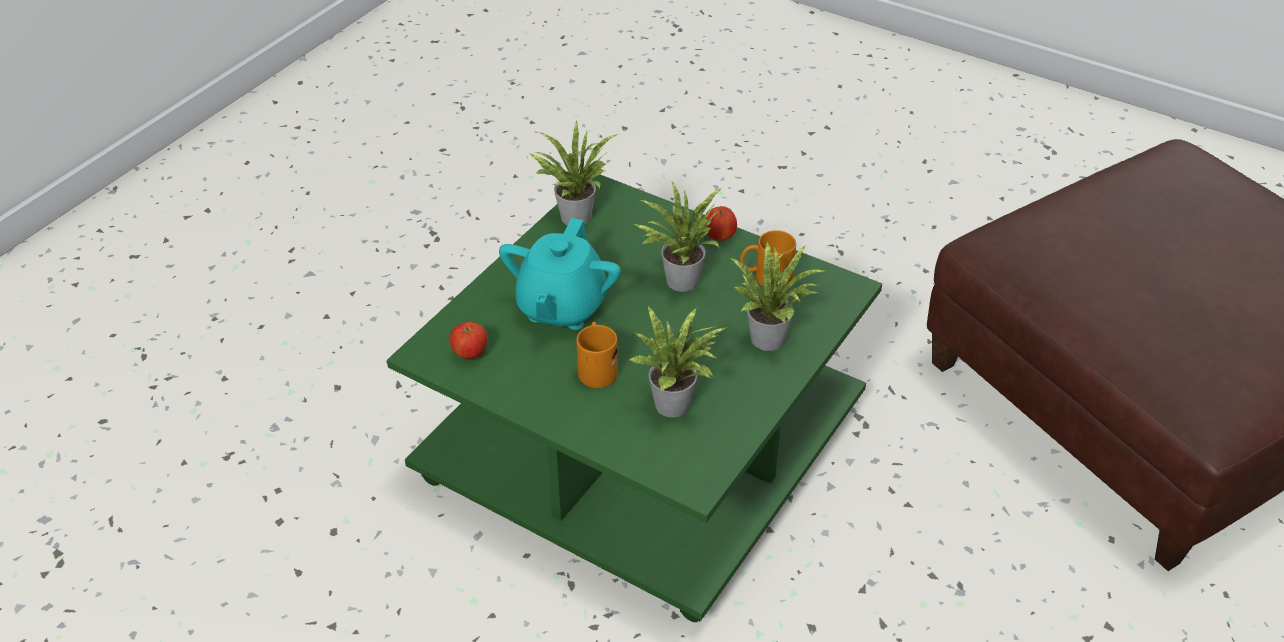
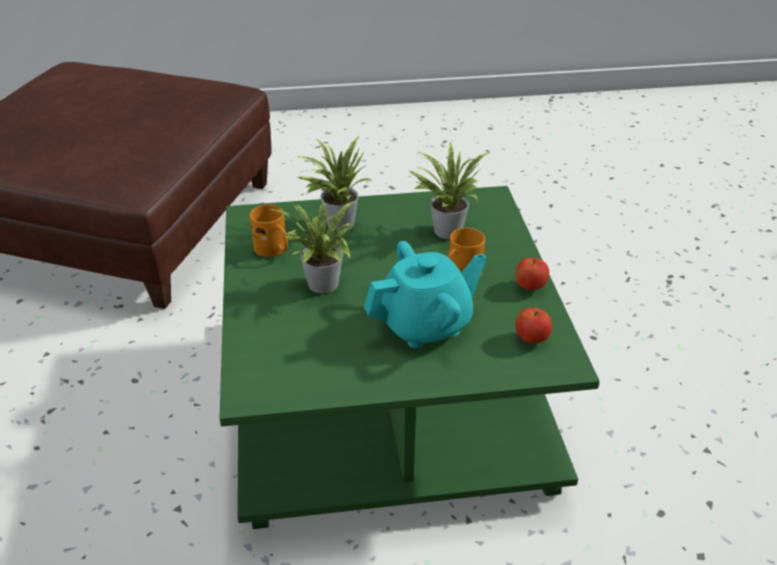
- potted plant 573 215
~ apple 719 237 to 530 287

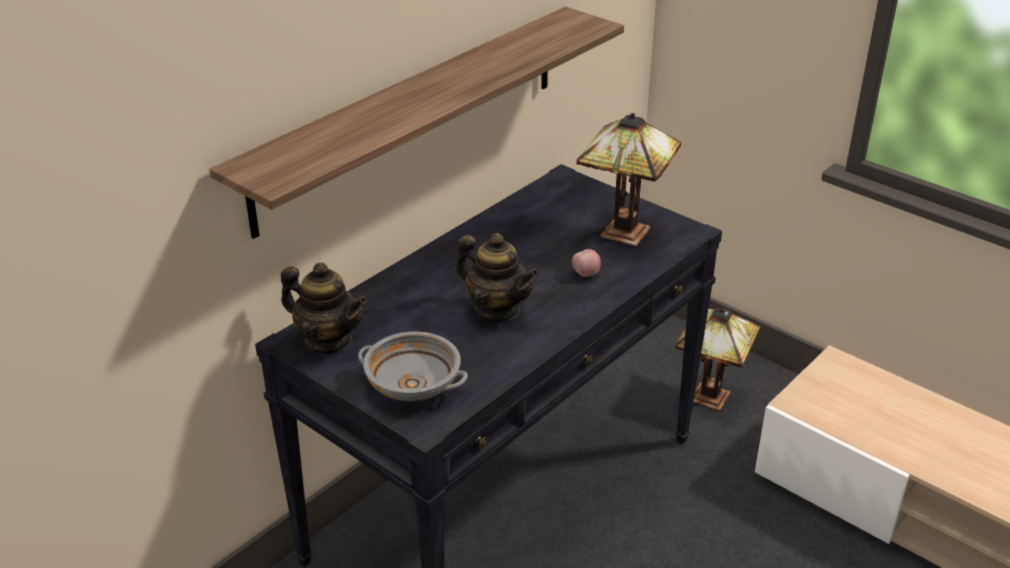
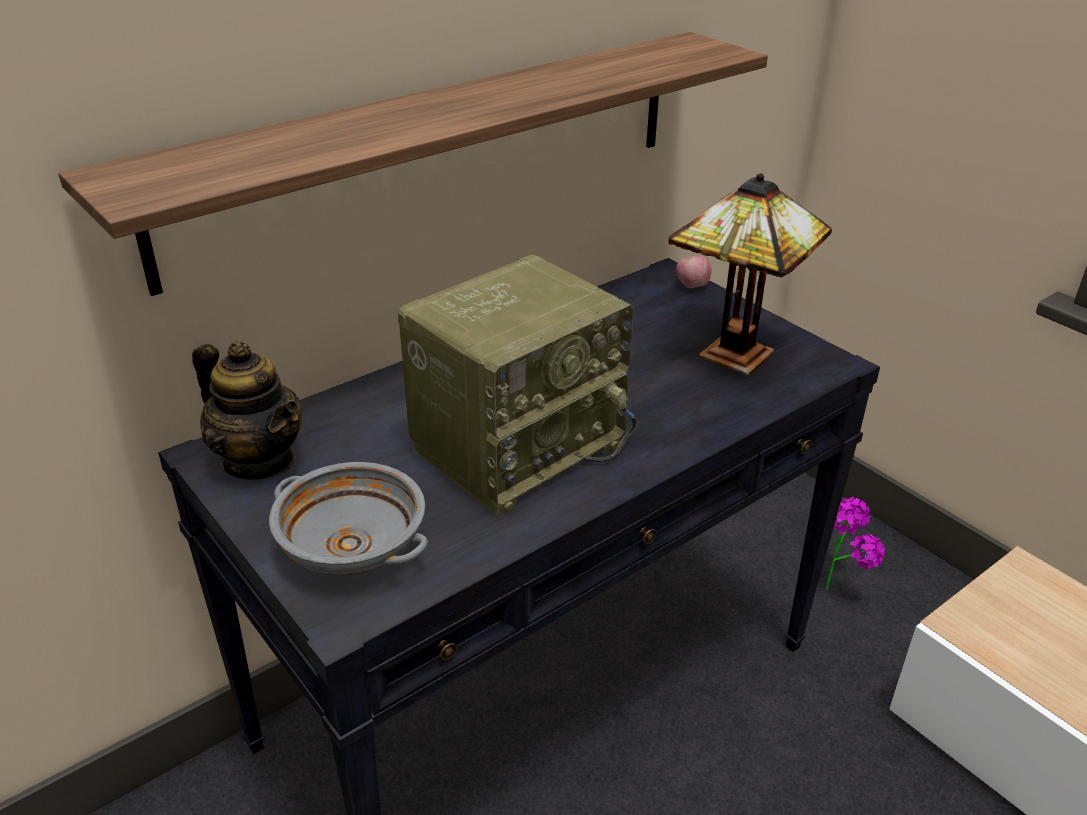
~ teapot 496 310 to radio 518 444
~ apple 585 274 to 691 286
~ table lamp 709 394 to potted plant 839 586

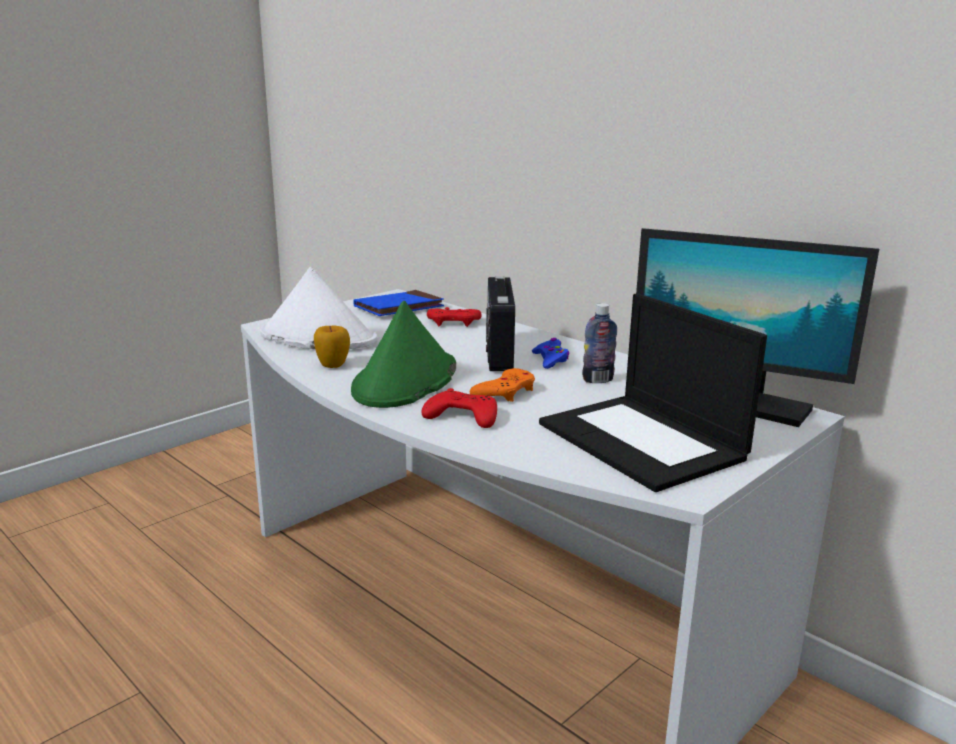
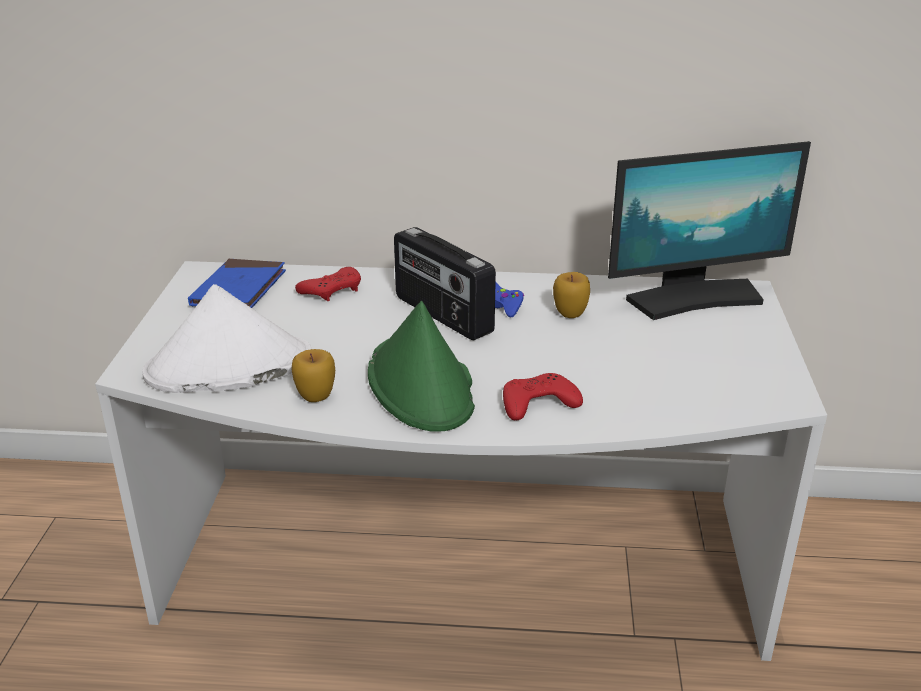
- laptop 643 441
~ bottle 597 380 to apple 570 313
- orange game controller 505 392

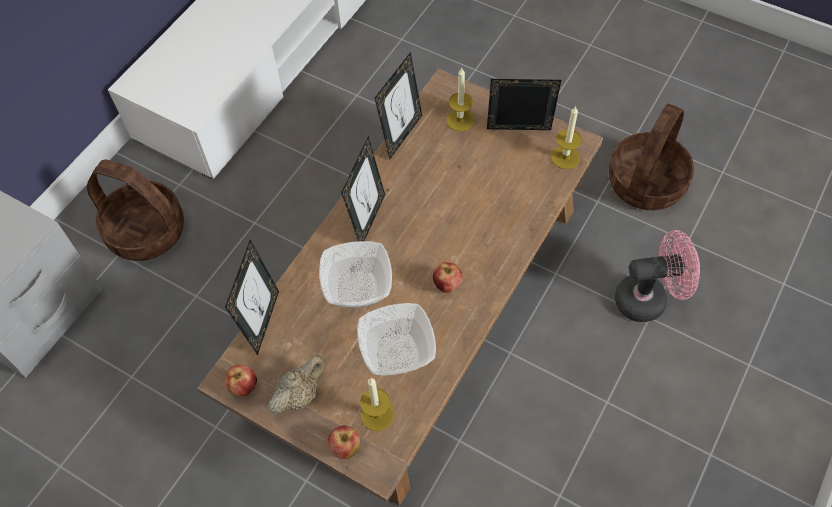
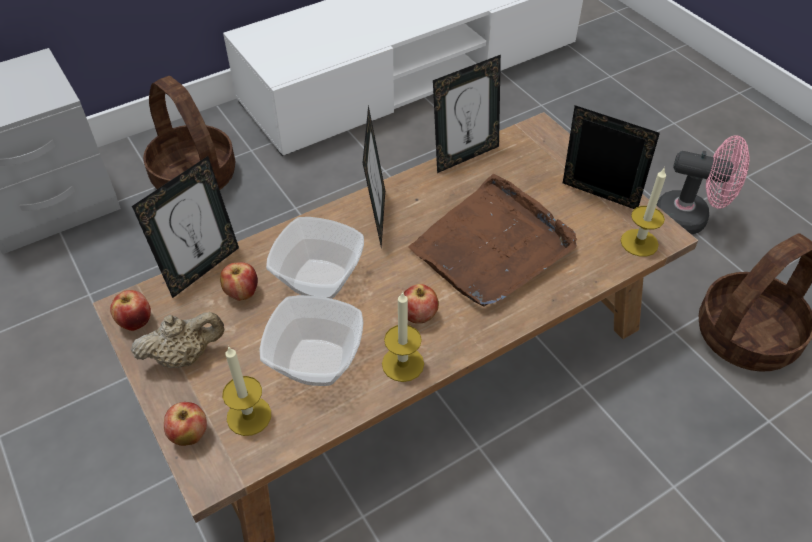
~ candle 460 120 to 403 364
~ picture frame 367 219 = 376 218 45 degrees counterclockwise
~ pink fan 648 299 to 690 219
+ brown tray 492 246
+ apple 242 293

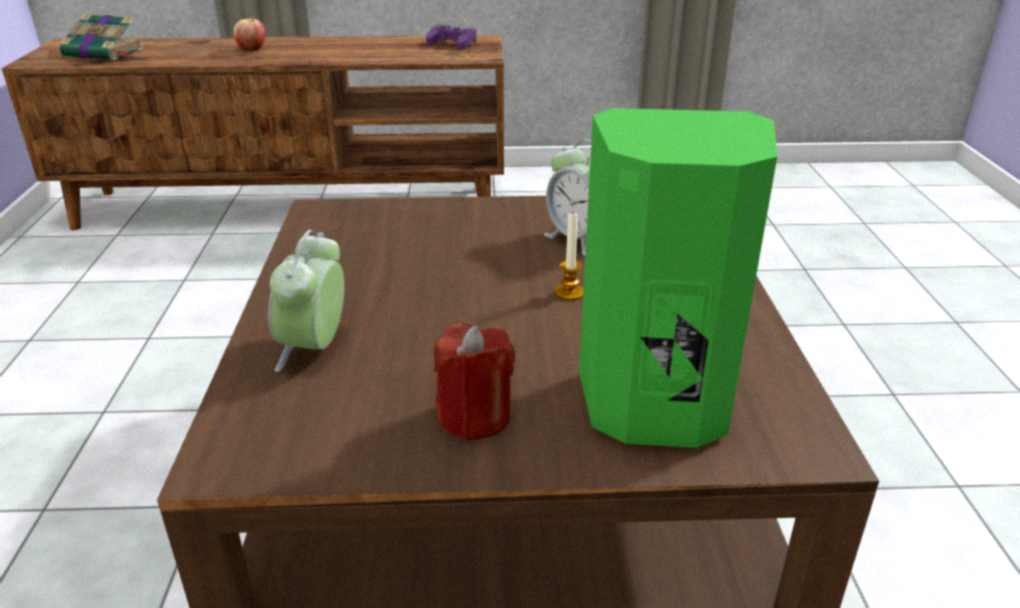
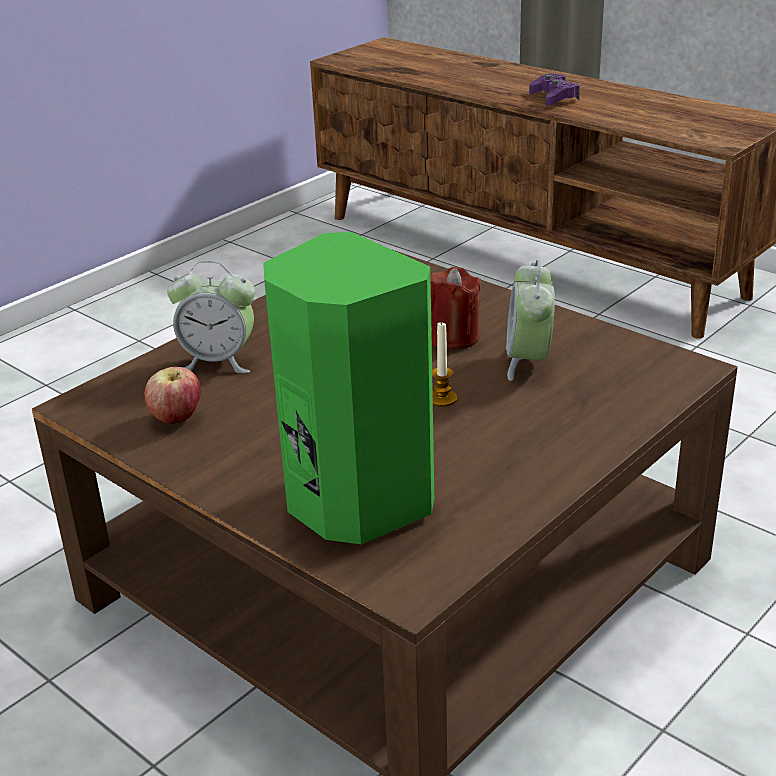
- book 105 53
~ apple 252 50 to 176 418
~ purple game controller 452 44 to 554 97
~ alarm clock 314 348 = 219 361 135 degrees counterclockwise
~ red candle 474 417 to 453 337

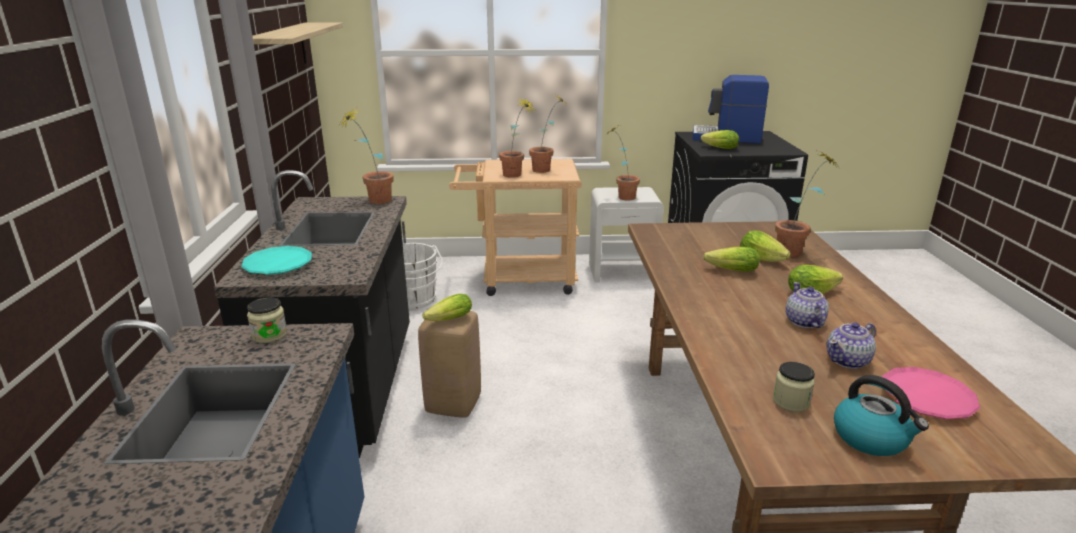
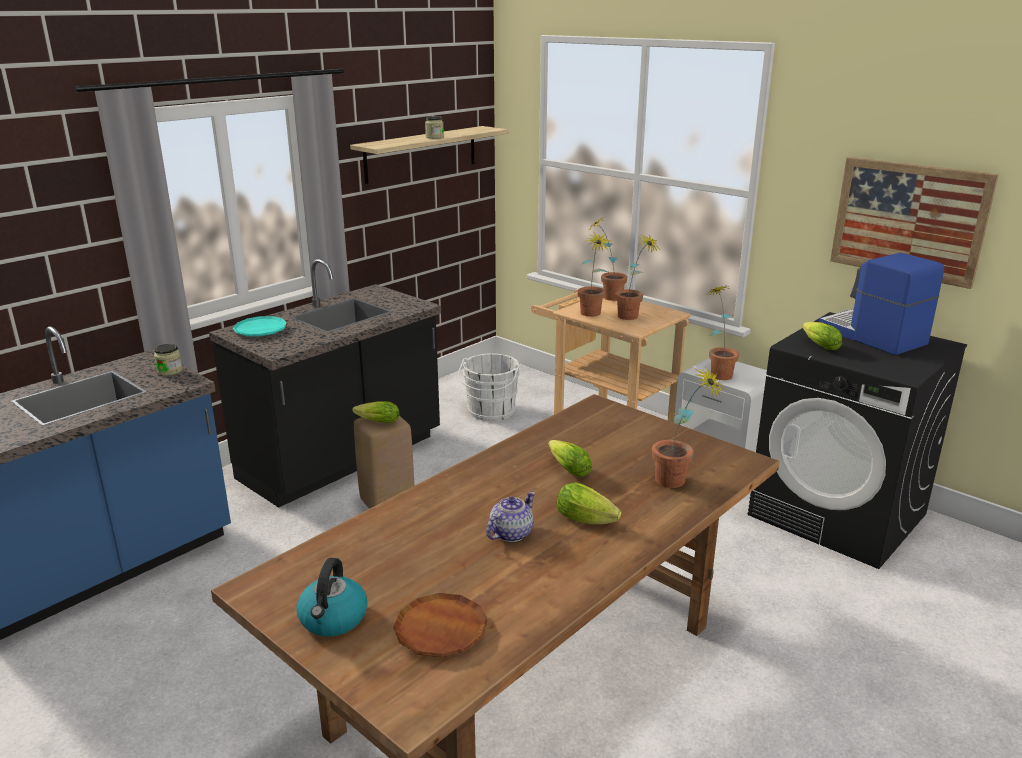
~ potted plant 373 201 to 606 297
- lettuce 763 260
- teapot 848 361
~ jar 791 401 to 434 137
~ pink plate 927 398 to brown plate 440 630
+ picture 908 220

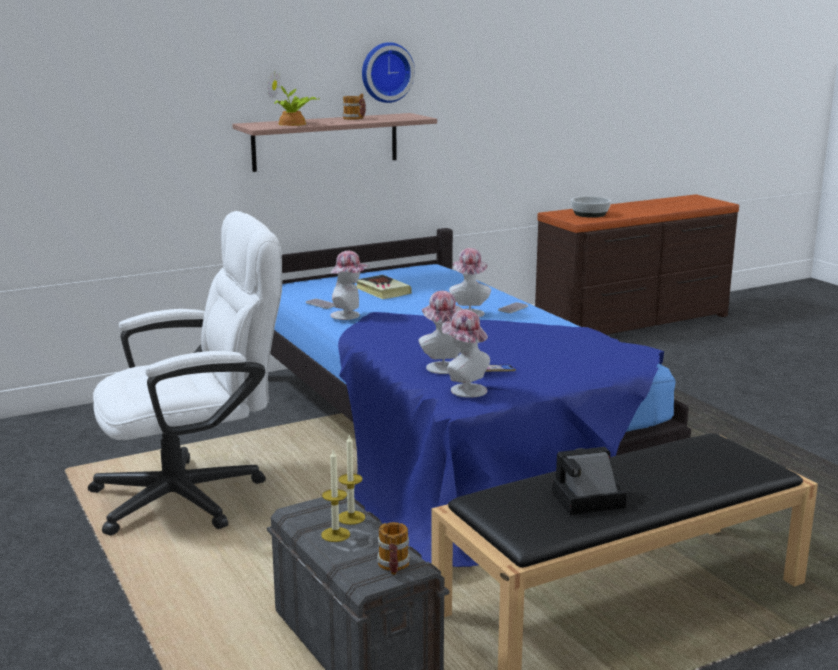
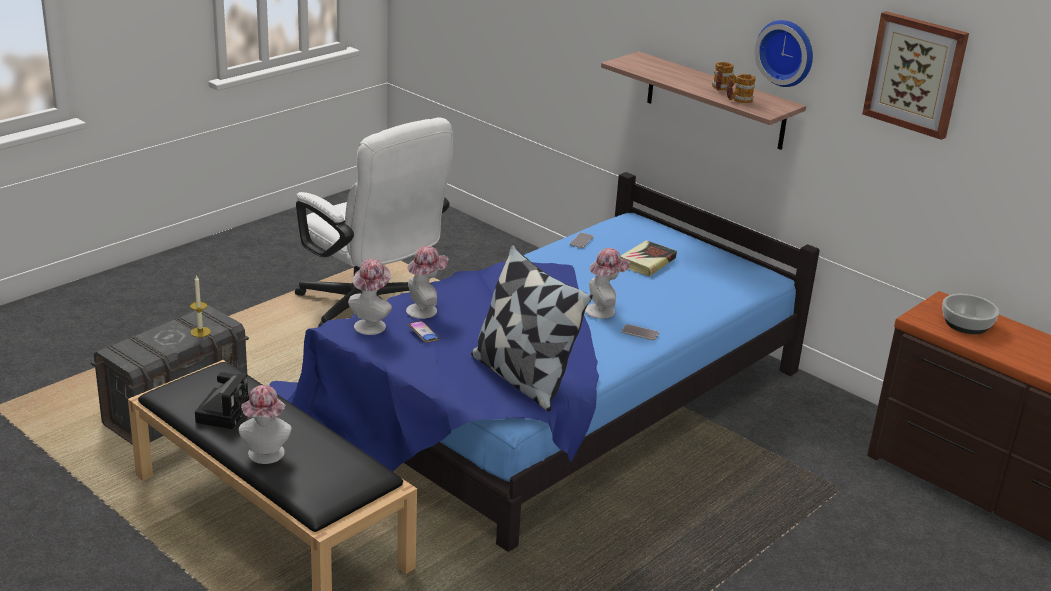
- potted plant 293 124
~ hat 349 315 to 266 456
~ photo camera 585 501 = 224 411 45 degrees clockwise
- candle 335 534
~ mug 393 567 to 738 100
+ picture 915 74
+ pillow 522 378

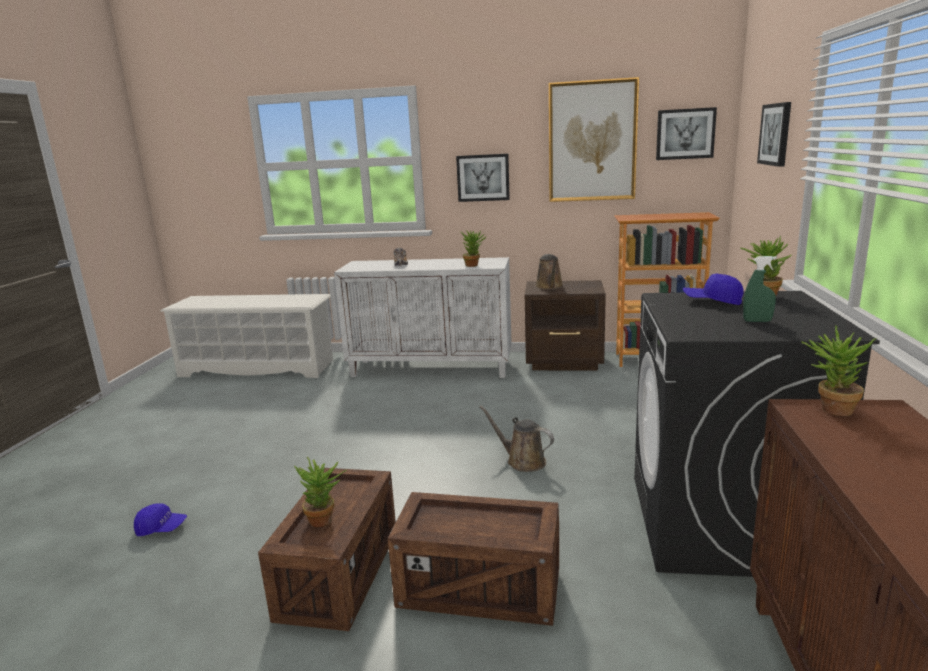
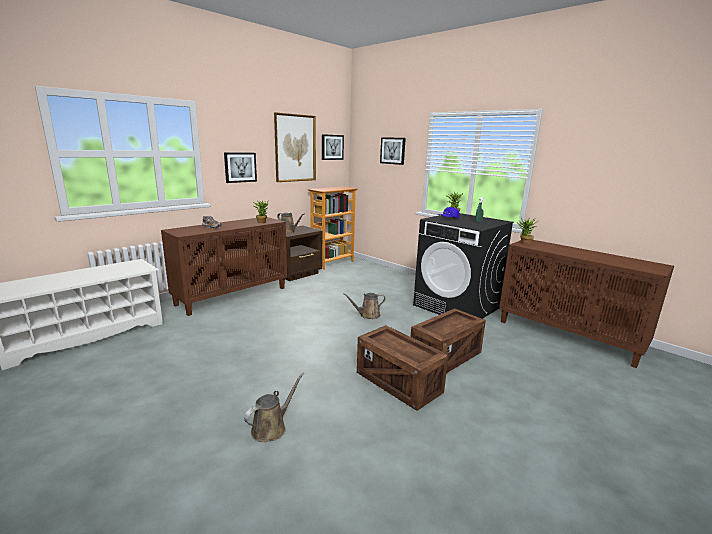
~ white cabinet 432 368 to brown cabinet 233 296
- potted plant 325 520
~ blue cap 162 528 to brown watering can 271 428

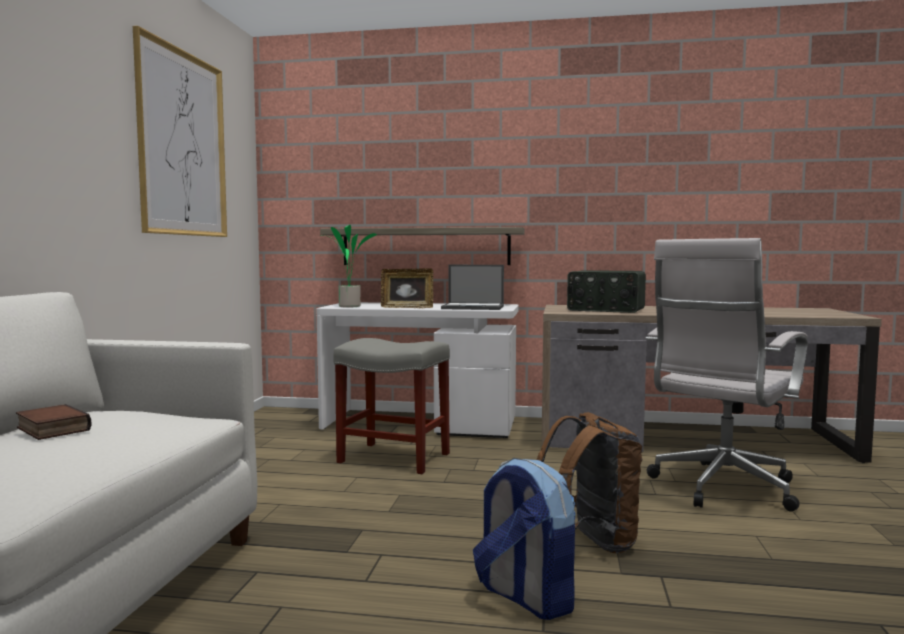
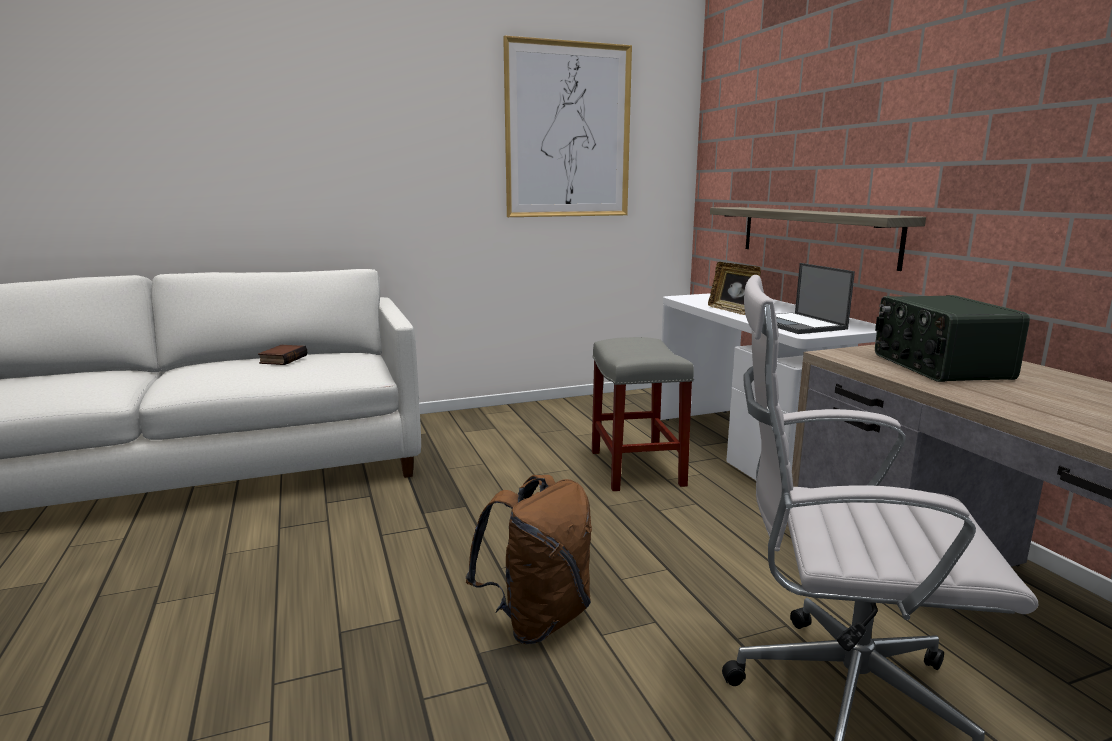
- potted plant 348 306
- backpack 524 597

